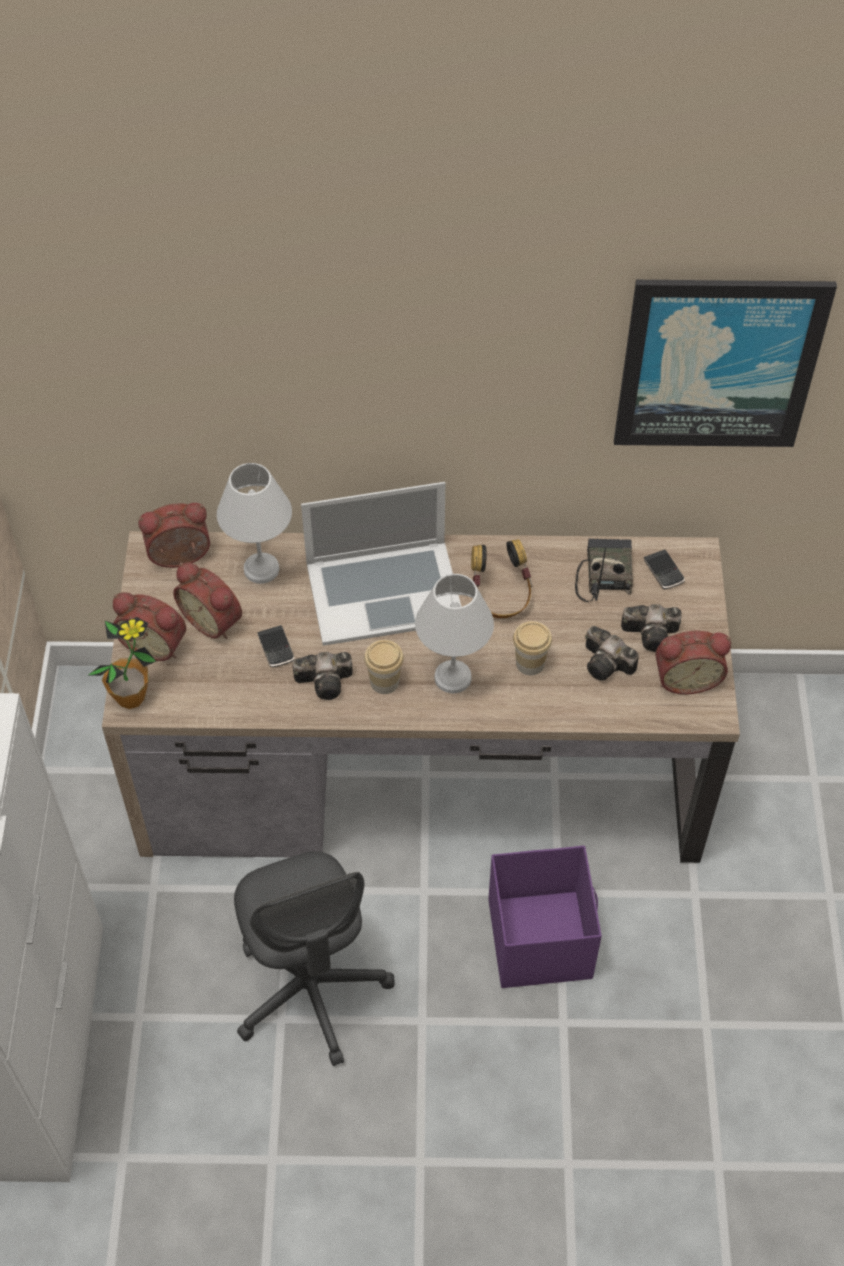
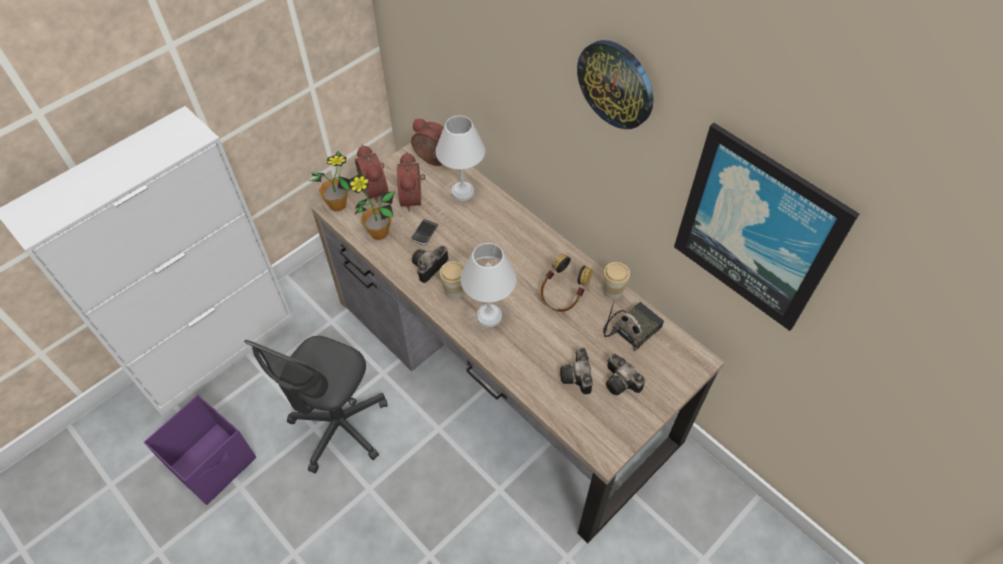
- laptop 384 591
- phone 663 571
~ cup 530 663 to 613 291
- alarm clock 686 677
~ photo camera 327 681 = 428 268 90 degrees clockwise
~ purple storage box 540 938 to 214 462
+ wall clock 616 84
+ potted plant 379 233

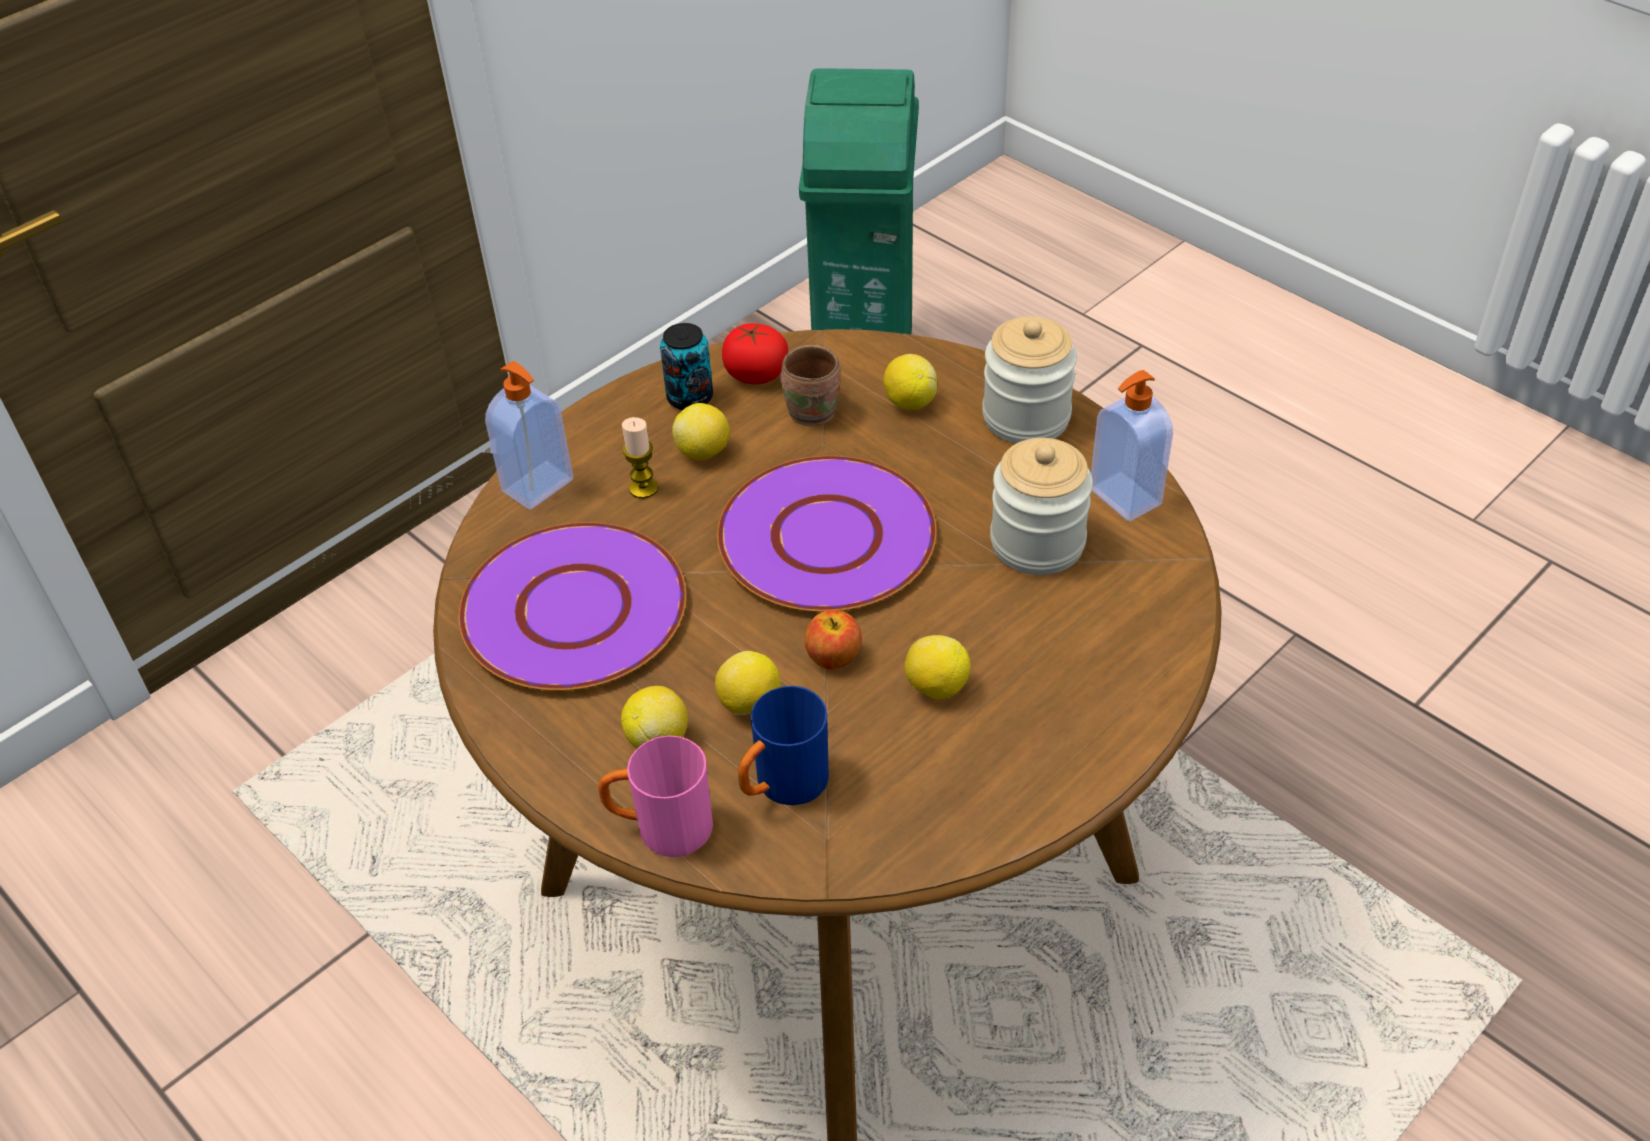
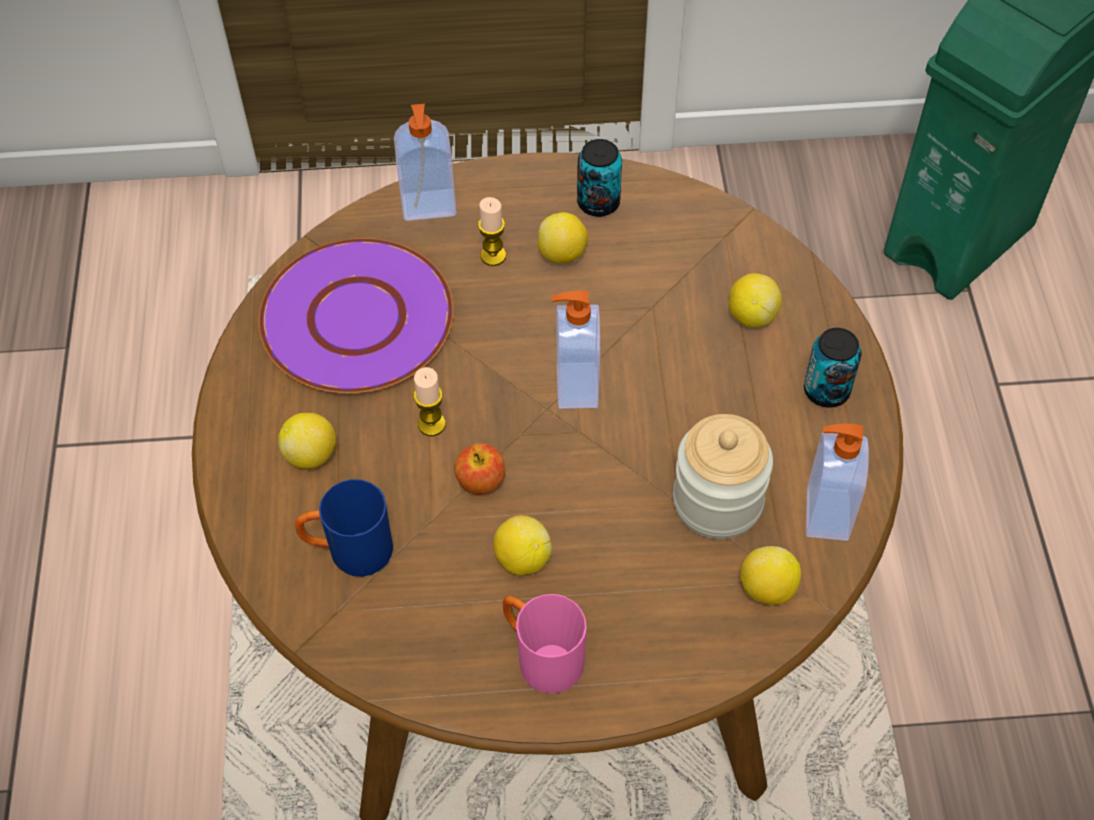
~ jar 1026 417 to can 826 390
- tomato 756 375
- brown mug 815 411
~ purple plate 828 537 to soap dispenser 574 386
~ lemon 750 704 to 766 589
~ pink mug 660 828 to 540 656
+ candle 431 424

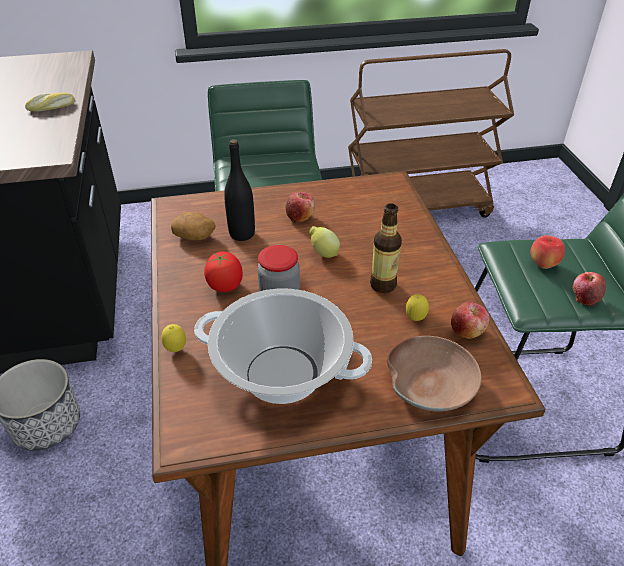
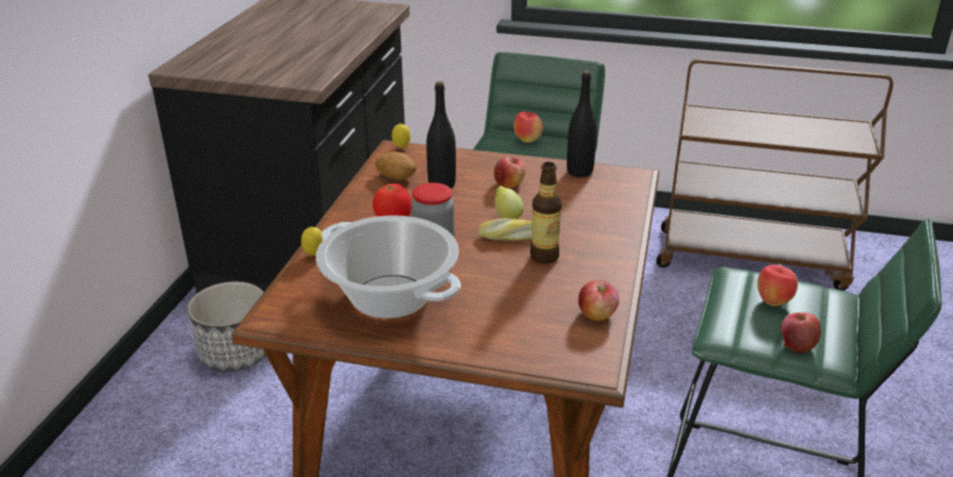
~ bread 51 107 to 510 237
~ lemon 415 319 to 401 148
- brown bowl 430 382
+ black bottle 579 172
+ apple 527 141

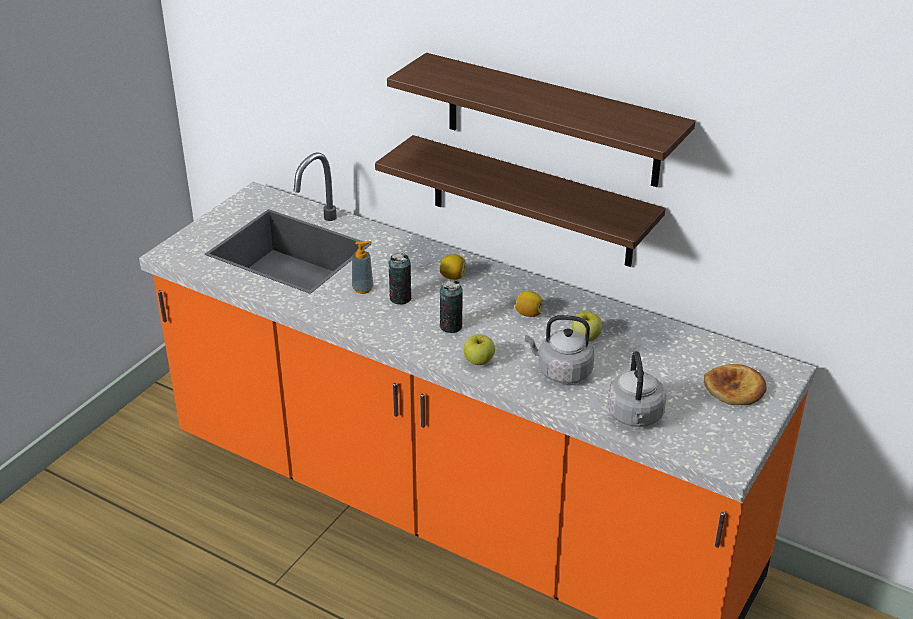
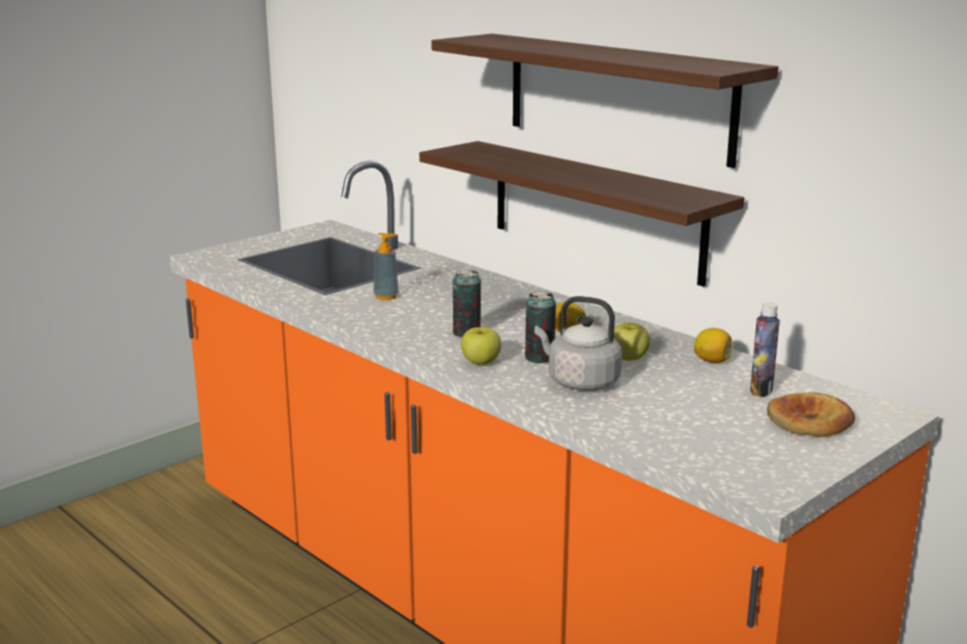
~ can 400 298 to 539 358
~ lemon 453 277 to 712 361
- grey kettle 635 417
+ bottle 761 390

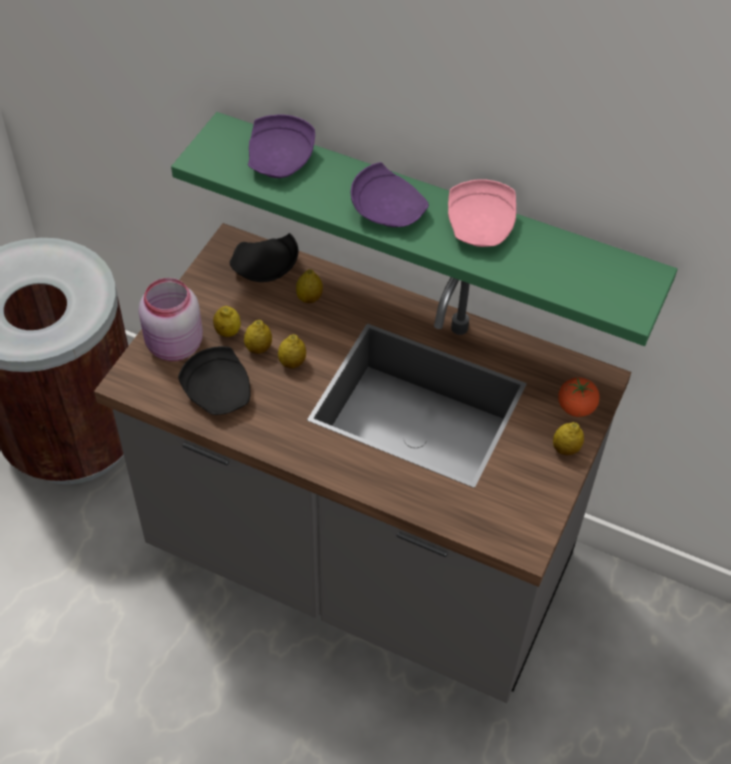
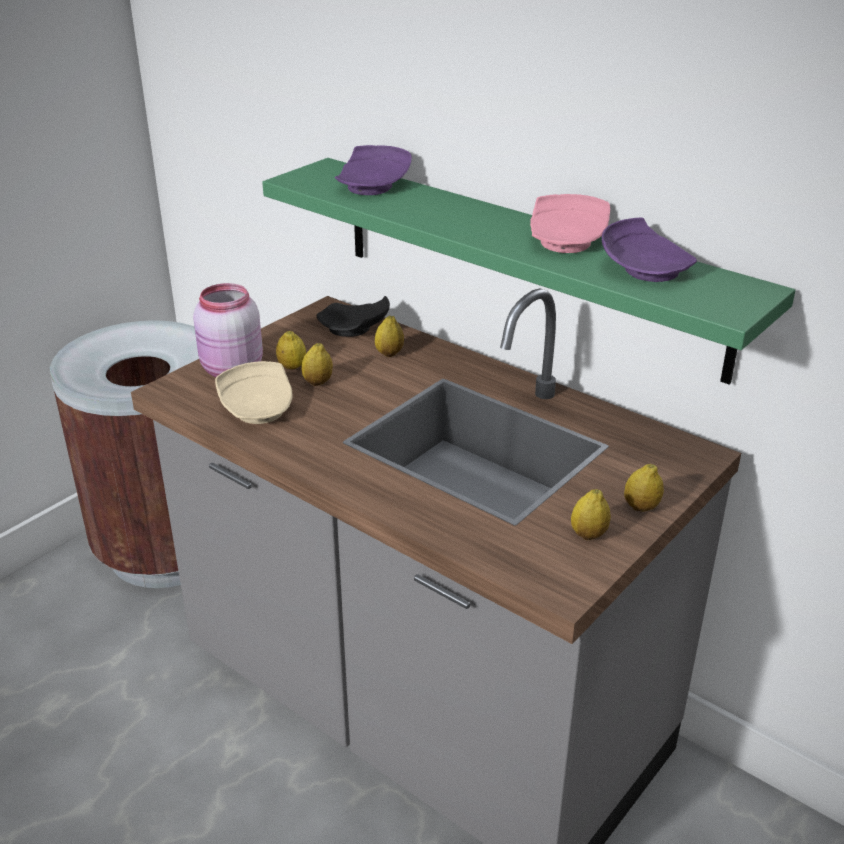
~ purple plate 388 209 to 645 269
~ lemon 292 363 to 588 534
~ black plate 219 391 to beige plate 259 408
- tomato 576 408

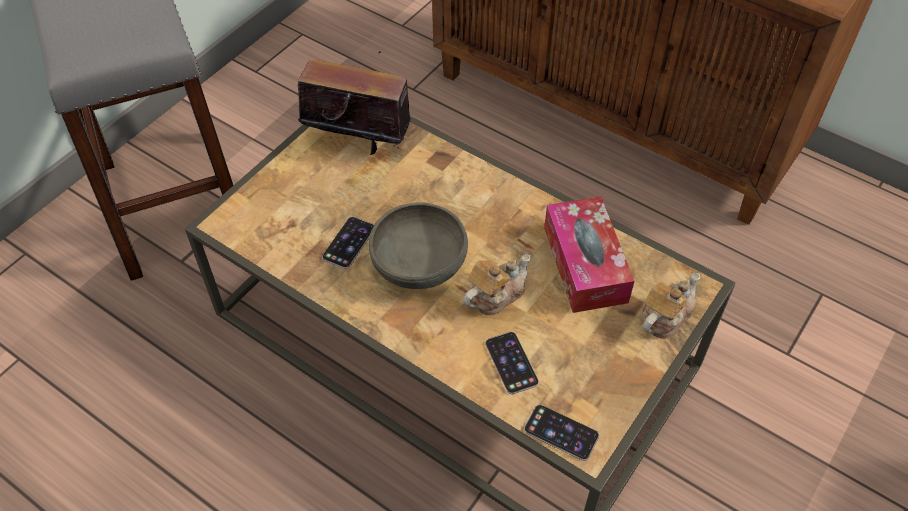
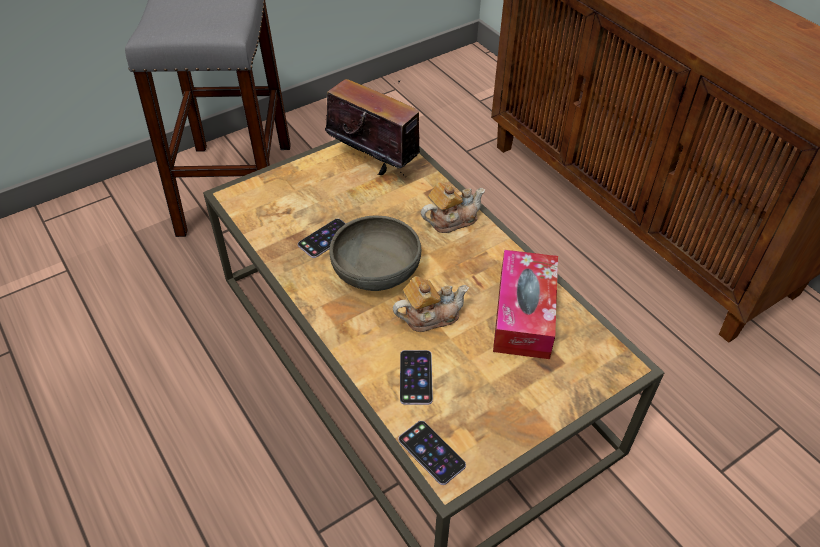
~ teapot 664 316 to 451 219

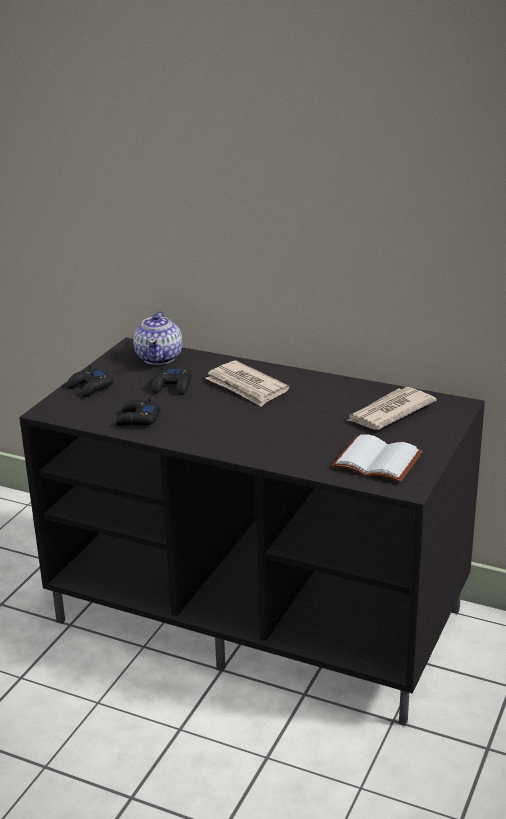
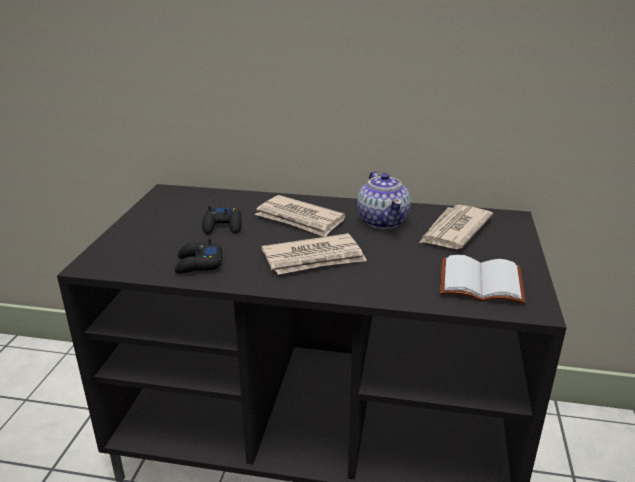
~ teapot 159 357 to 383 221
- black game controller 90 387
+ newspaper 314 258

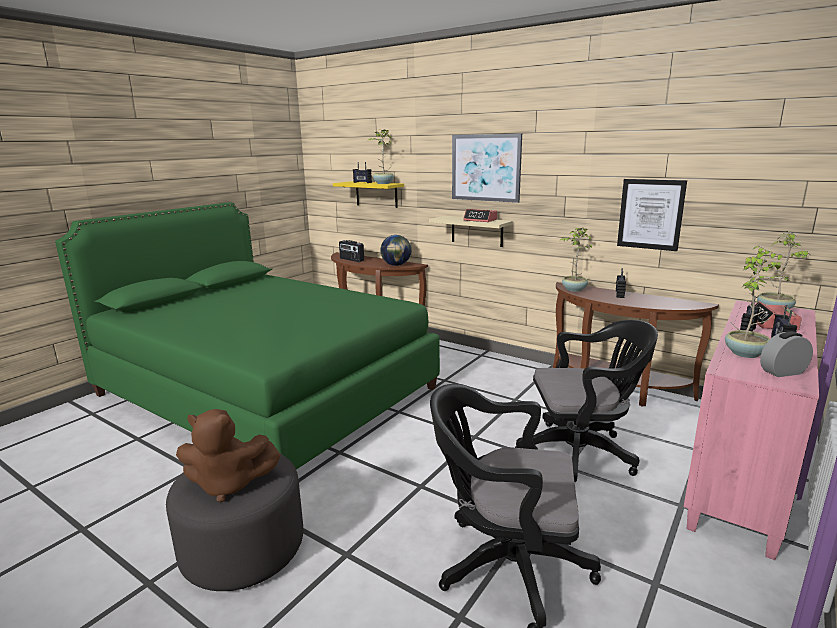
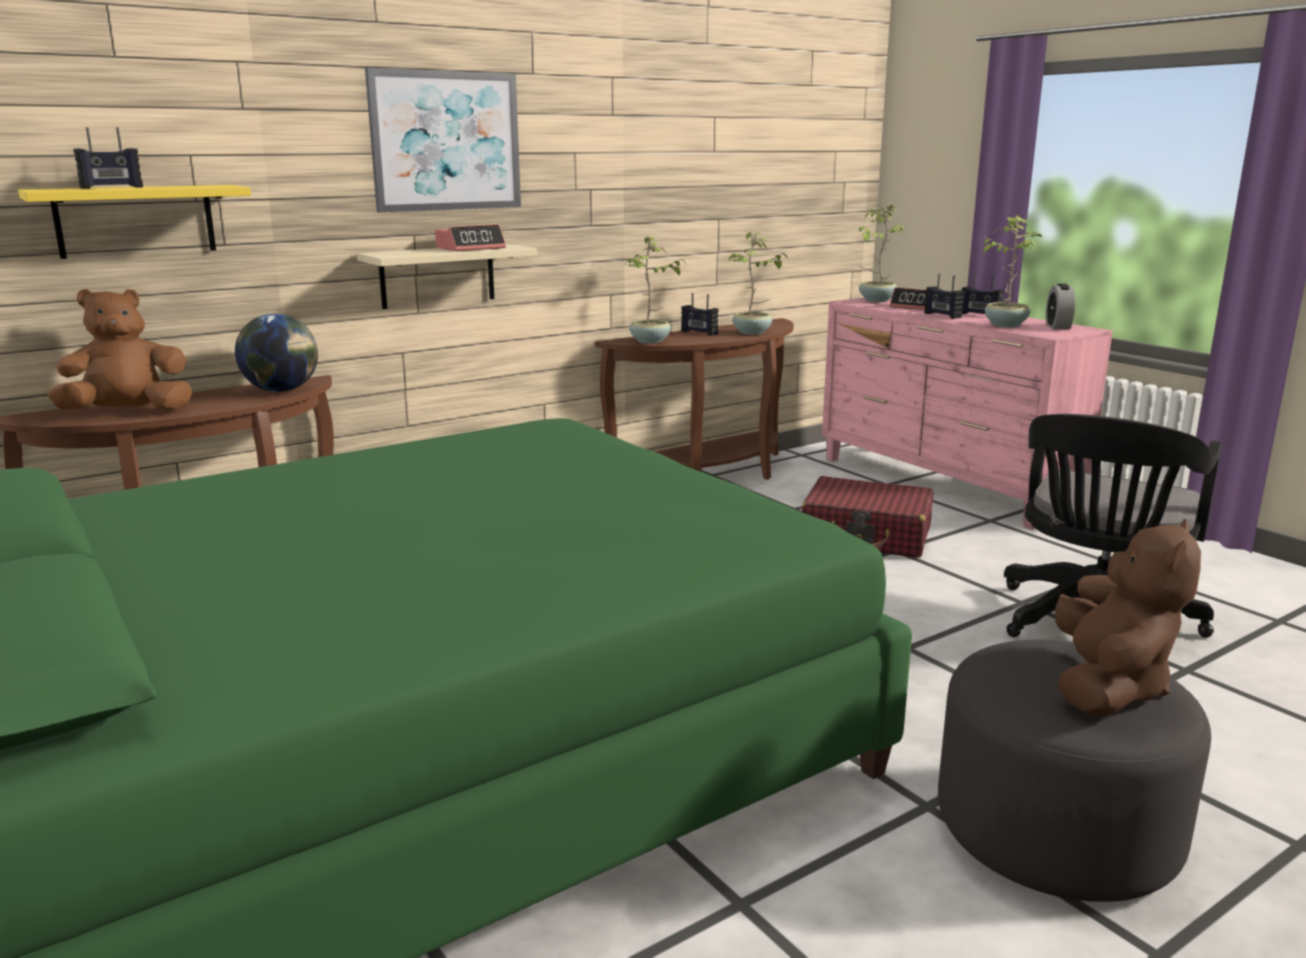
~ potted plant 383 183 to 752 333
- picture 650 214
~ radio 351 260 to brown plush toy 128 413
~ black office chair 582 454 to red suitcase 867 535

